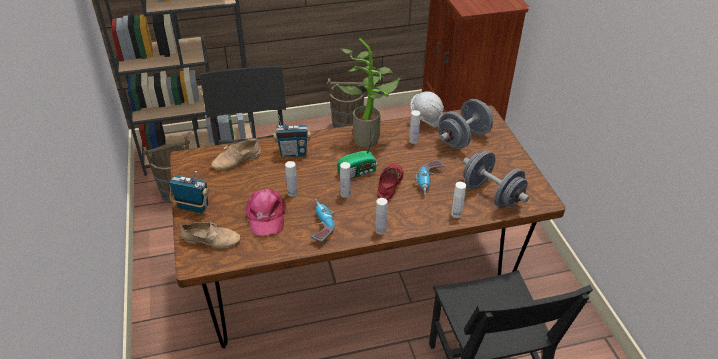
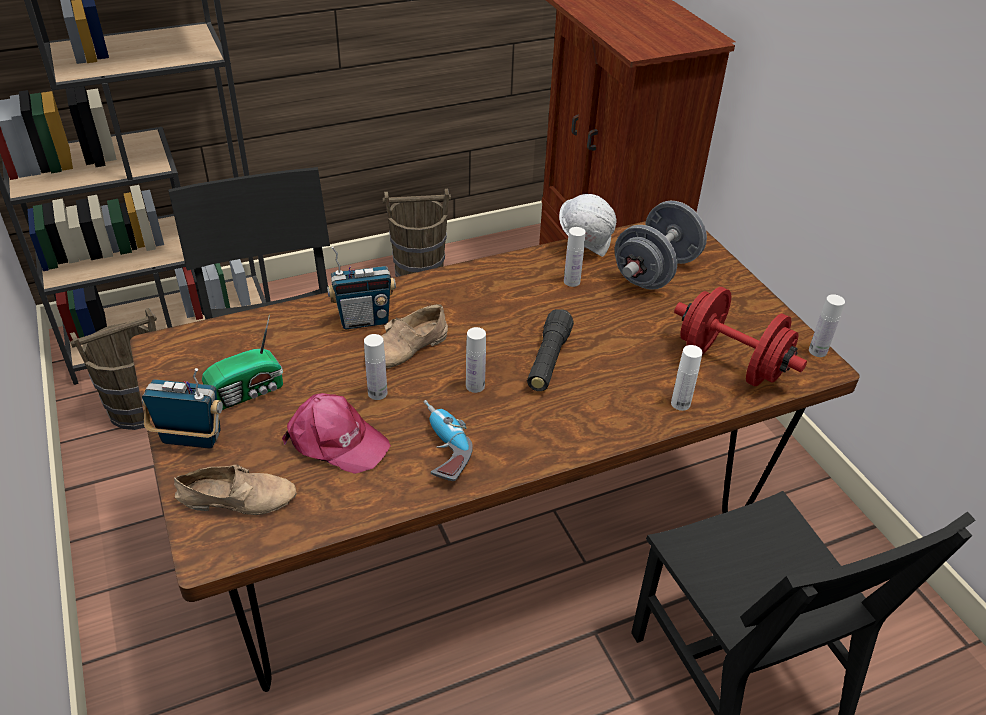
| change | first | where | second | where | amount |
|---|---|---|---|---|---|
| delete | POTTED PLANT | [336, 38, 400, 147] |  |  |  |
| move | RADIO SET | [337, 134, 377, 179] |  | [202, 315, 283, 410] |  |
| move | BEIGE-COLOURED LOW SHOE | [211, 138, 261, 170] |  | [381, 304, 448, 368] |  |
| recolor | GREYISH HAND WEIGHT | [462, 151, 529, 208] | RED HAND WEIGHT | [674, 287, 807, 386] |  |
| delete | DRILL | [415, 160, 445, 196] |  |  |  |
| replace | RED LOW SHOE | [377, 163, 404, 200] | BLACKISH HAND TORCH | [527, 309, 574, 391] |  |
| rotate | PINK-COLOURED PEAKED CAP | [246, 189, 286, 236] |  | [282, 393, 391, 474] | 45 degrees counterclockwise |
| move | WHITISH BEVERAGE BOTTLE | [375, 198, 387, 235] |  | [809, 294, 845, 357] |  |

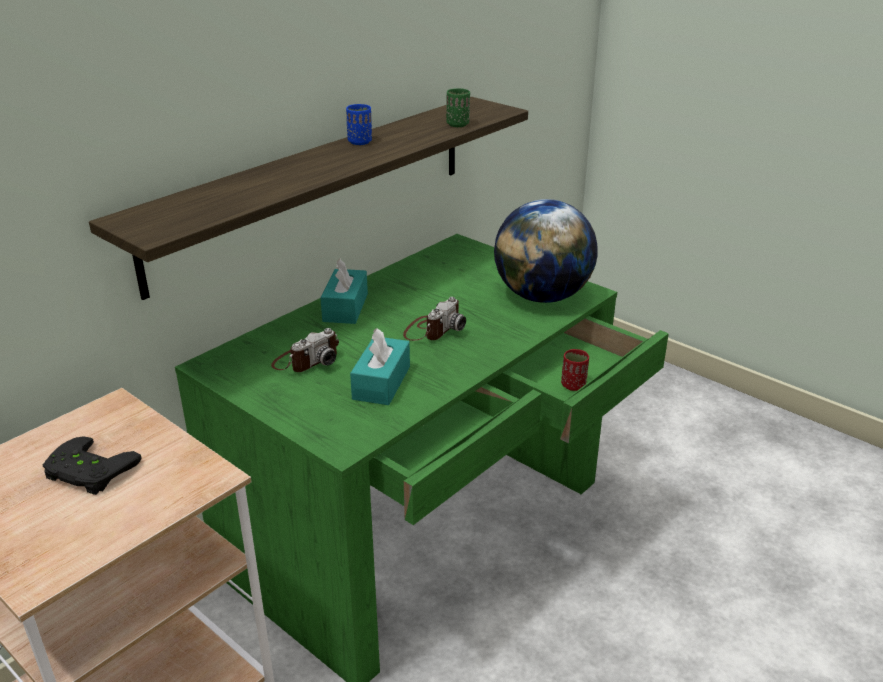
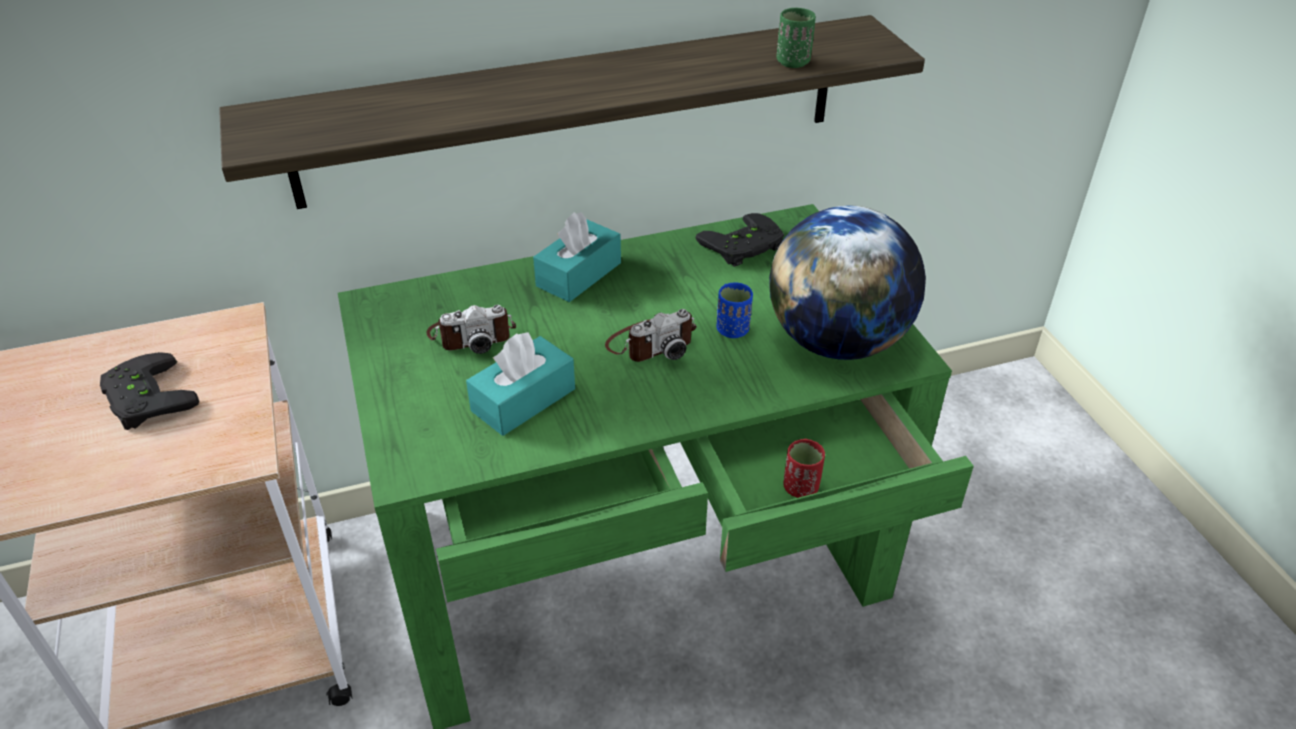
| change | first | where | second | where | amount |
|---|---|---|---|---|---|
| move | BLUE SMALL CUP | [346, 104, 372, 145] |  | [717, 282, 753, 338] |  |
| insert |  |  | BLACKISH GAMEPAD | [696, 213, 784, 267] |  |

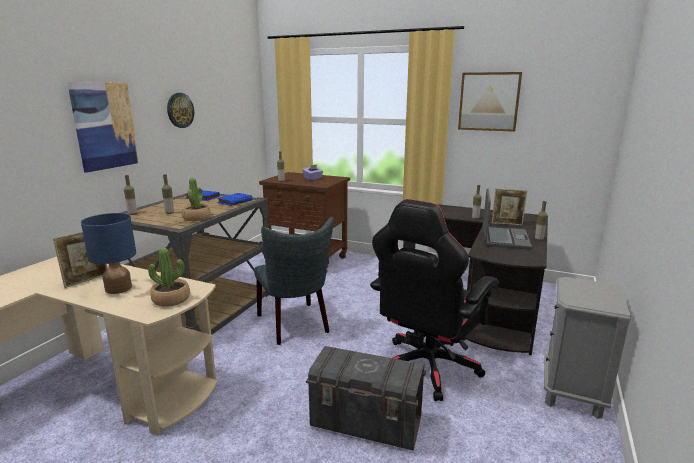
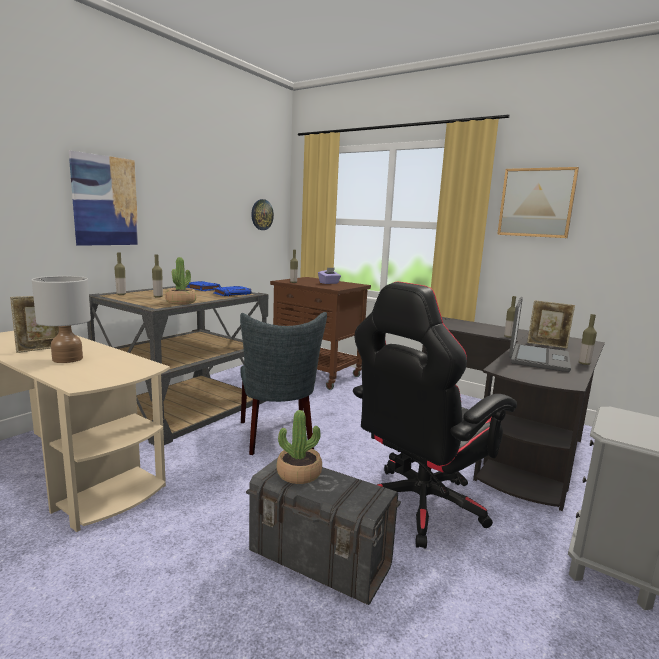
| change | first | where | second | where | amount |
|---|---|---|---|---|---|
| move | CLOCK ON THE WALL | [167, 93, 194, 128] |  | [251, 199, 274, 230] |  |
| recolor | BLUE TABLE LAMP | [81, 213, 136, 294] | GREYISH TABLE LAMP | [32, 276, 91, 363] |  |
| move | POTTED PLANT | [148, 248, 190, 307] |  | [276, 410, 322, 484] |  |

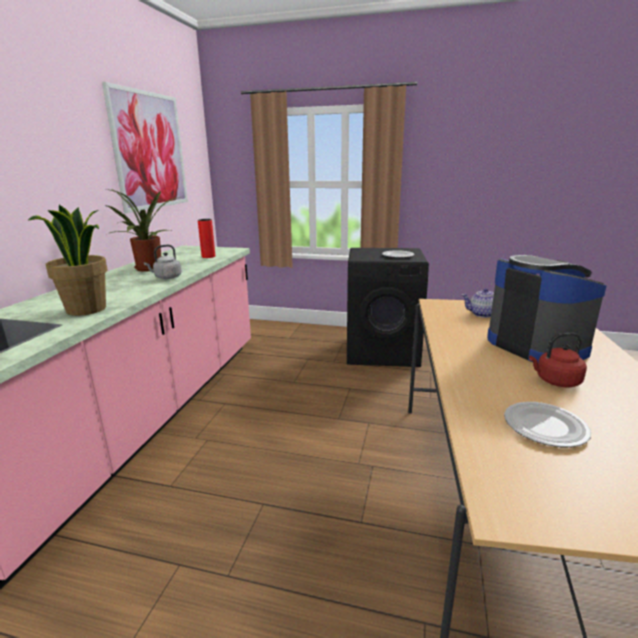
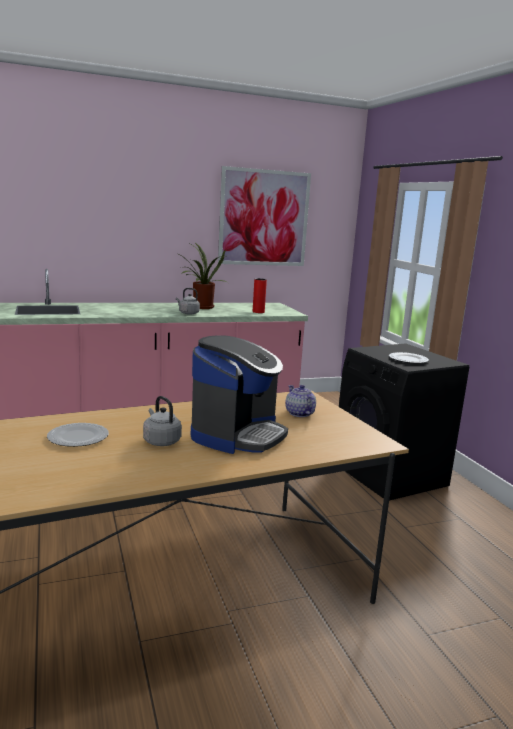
| change | first | where | second | where | amount |
|---|---|---|---|---|---|
| delete | POTTED PLANT | [28, 204, 107, 316] |  |  |  |
| recolor | RED TEA KETTLE | [529, 333, 587, 387] | GREYISH TEA KETTLE | [143, 396, 182, 446] |  |

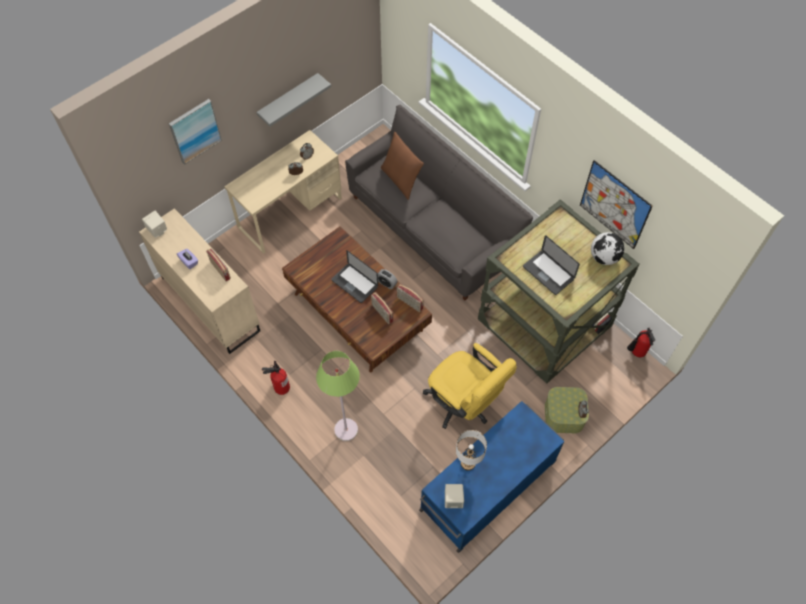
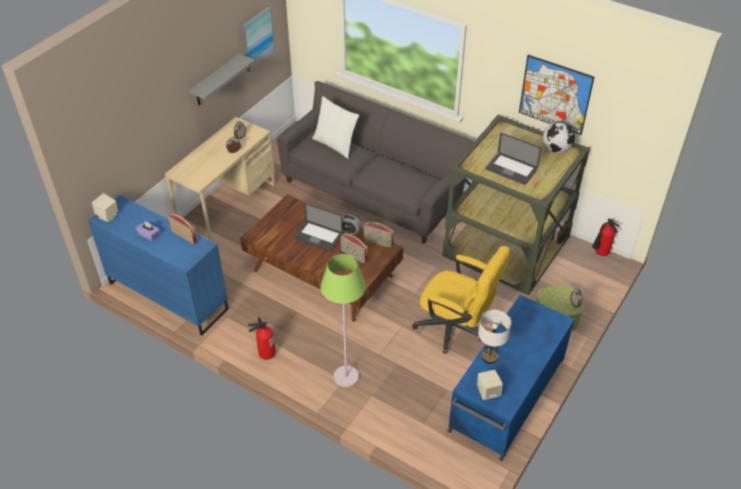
| change | first | where | second | where | amount |
|---|---|---|---|---|---|
| move | WALL ART | [169, 99, 222, 165] |  | [242, 7, 275, 72] |  |
| recolor | BROWN CUSHION | [381, 132, 424, 200] | WHITISH CUSHION | [312, 96, 359, 159] |  |
| recolor | BEIGE-COLOURED DRESSER | [139, 208, 260, 354] | BLUE DRESSER | [88, 195, 228, 336] |  |

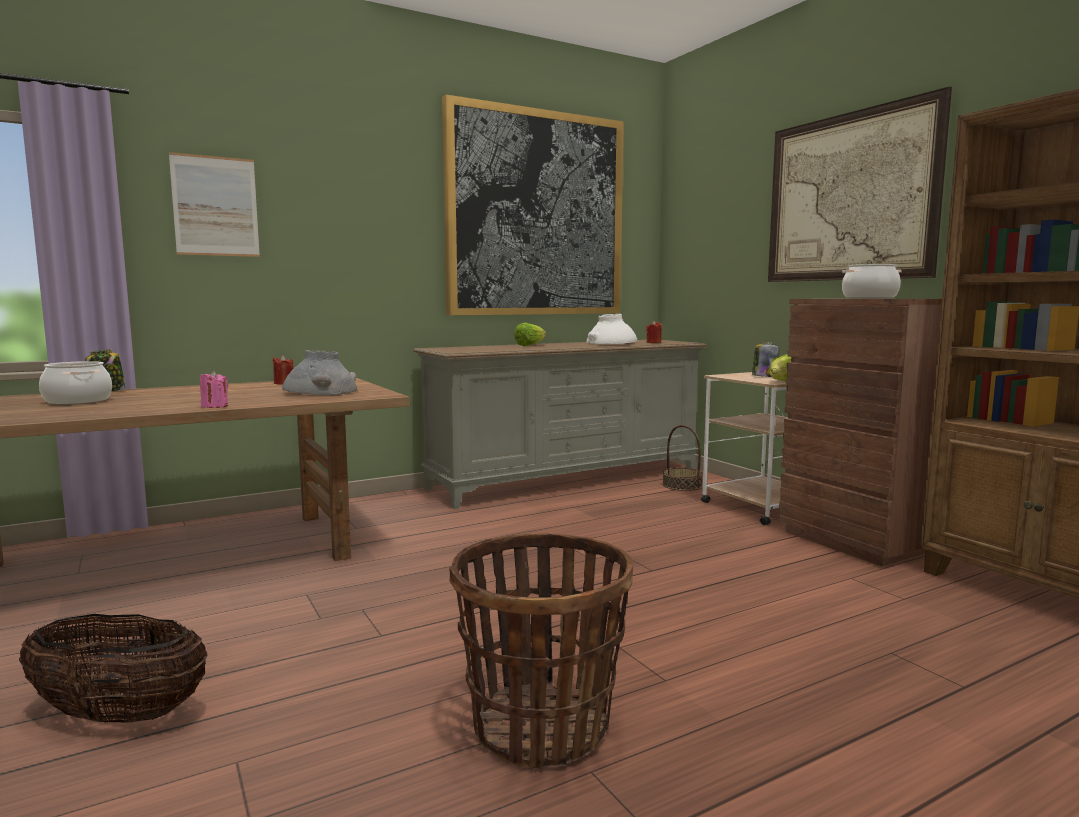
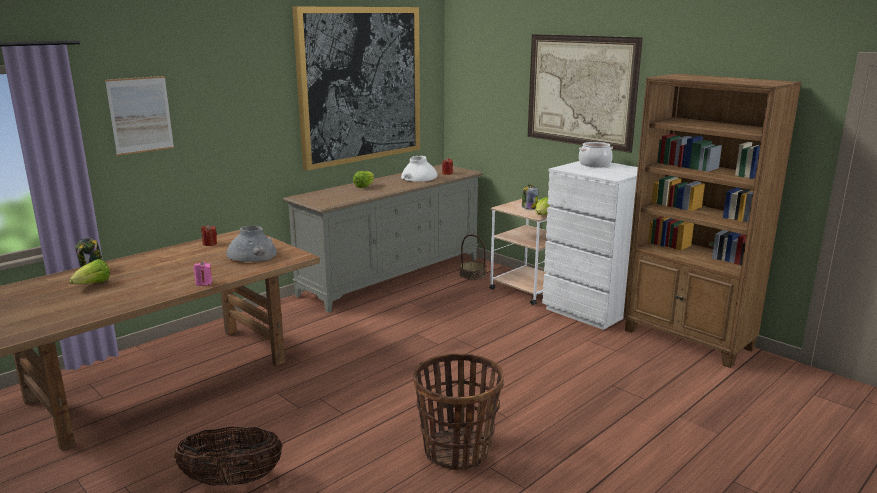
| change | first | where | second | where | amount |
|---|---|---|---|---|---|
| recolor | BROWN DRESSER | [778, 299, 942, 567] | WHITISH DRESSER | [542, 161, 638, 330] |  |
| replace | STOCKPOT | [39, 361, 112, 405] | HEAD OF LETTUCE | [69, 259, 110, 284] |  |

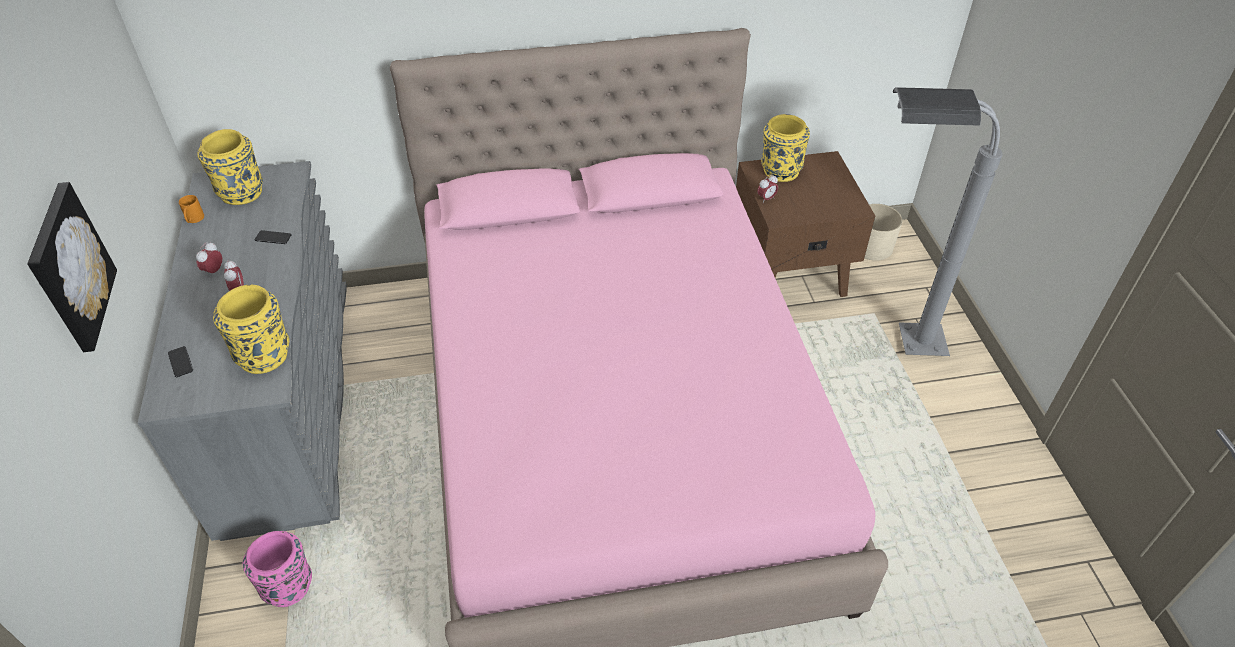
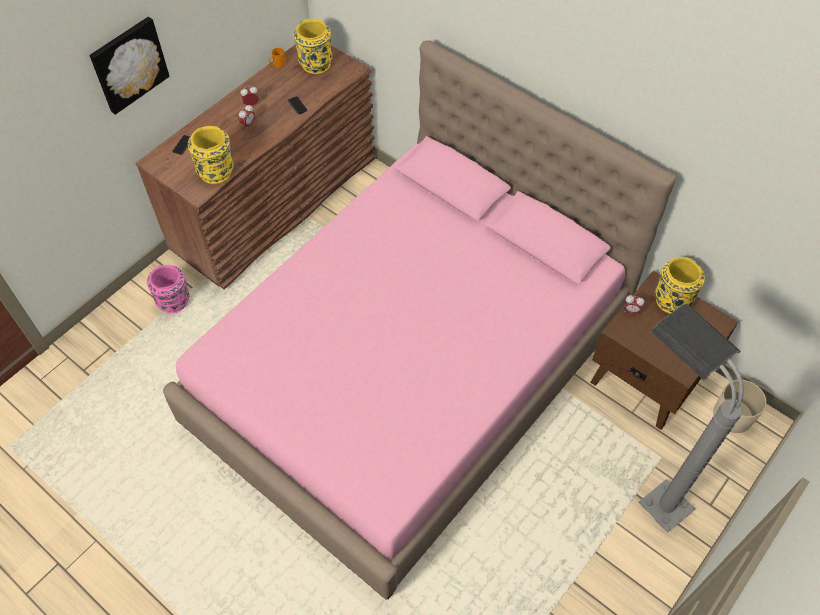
| change | first | where | second | where | amount |
|---|---|---|---|---|---|
| recolor | GREYISH DRESSER | [138, 161, 347, 541] | BROWN DRESSER | [135, 44, 375, 290] |  |

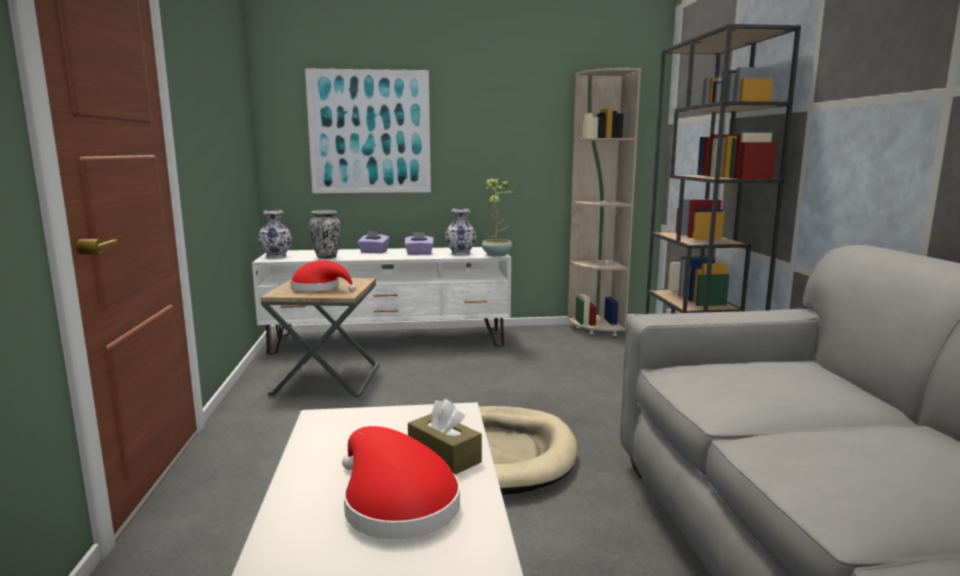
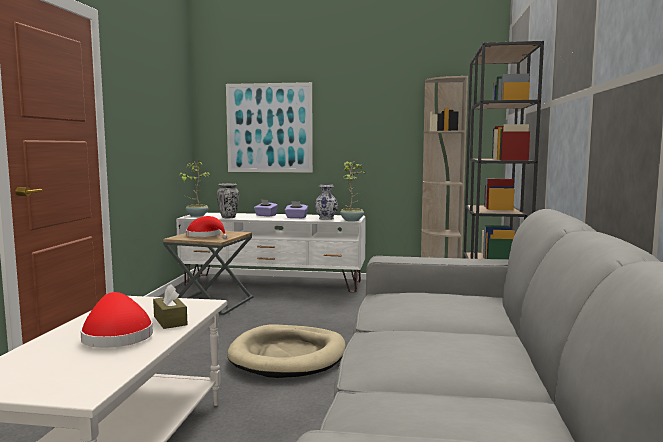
| change | first | where | second | where | amount |
|---|---|---|---|---|---|
| replace | FLOWER VASE | [258, 210, 292, 258] | POTTED PLANT | [179, 161, 210, 217] |  |

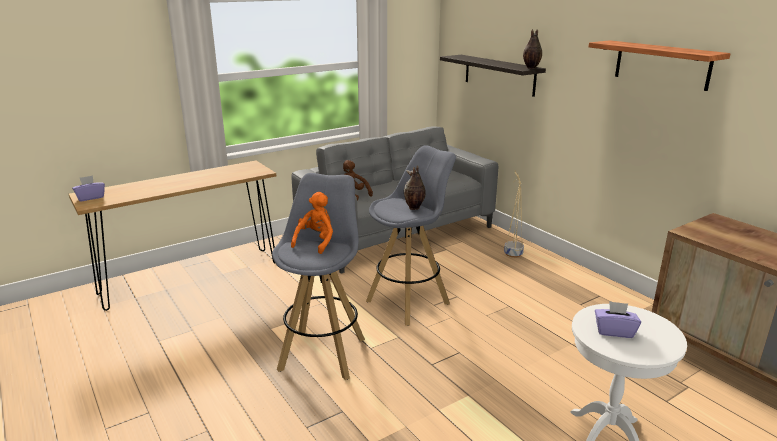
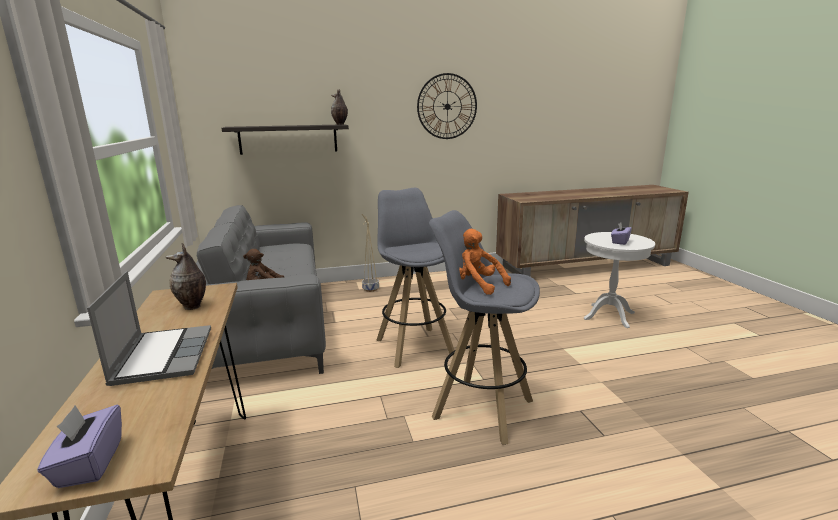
| change | first | where | second | where | amount |
|---|---|---|---|---|---|
| replace | SHELF | [589, 40, 731, 91] | CLOCK ON THE WALL | [417, 73, 477, 139] |  |
| move | FLOWER VASE | [404, 165, 426, 210] |  | [166, 243, 206, 310] |  |
| insert |  |  | LAPTOP | [87, 271, 211, 386] |  |

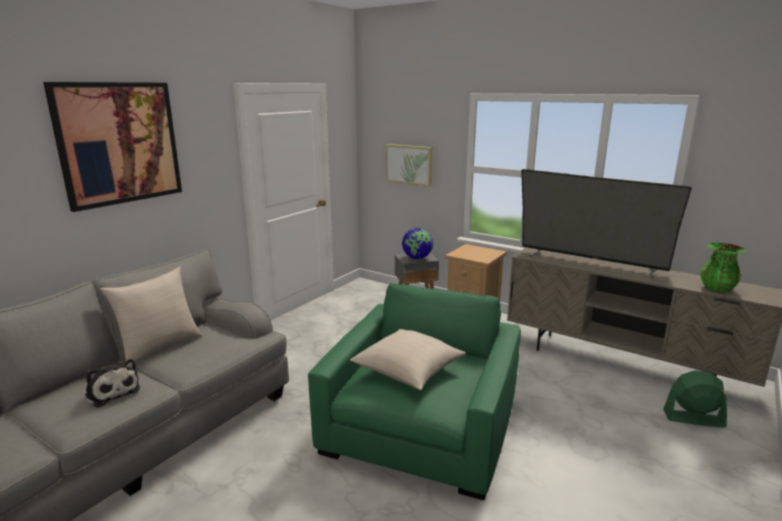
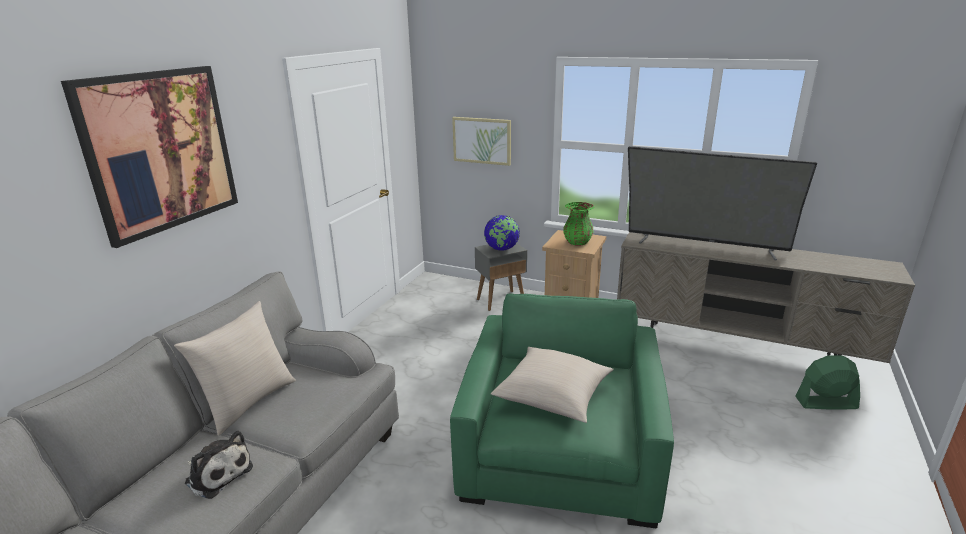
| change | first | where | second | where | amount |
|---|---|---|---|---|---|
| move | GREENISH FLOWER VASE | [700, 243, 746, 293] |  | [563, 202, 594, 246] |  |

